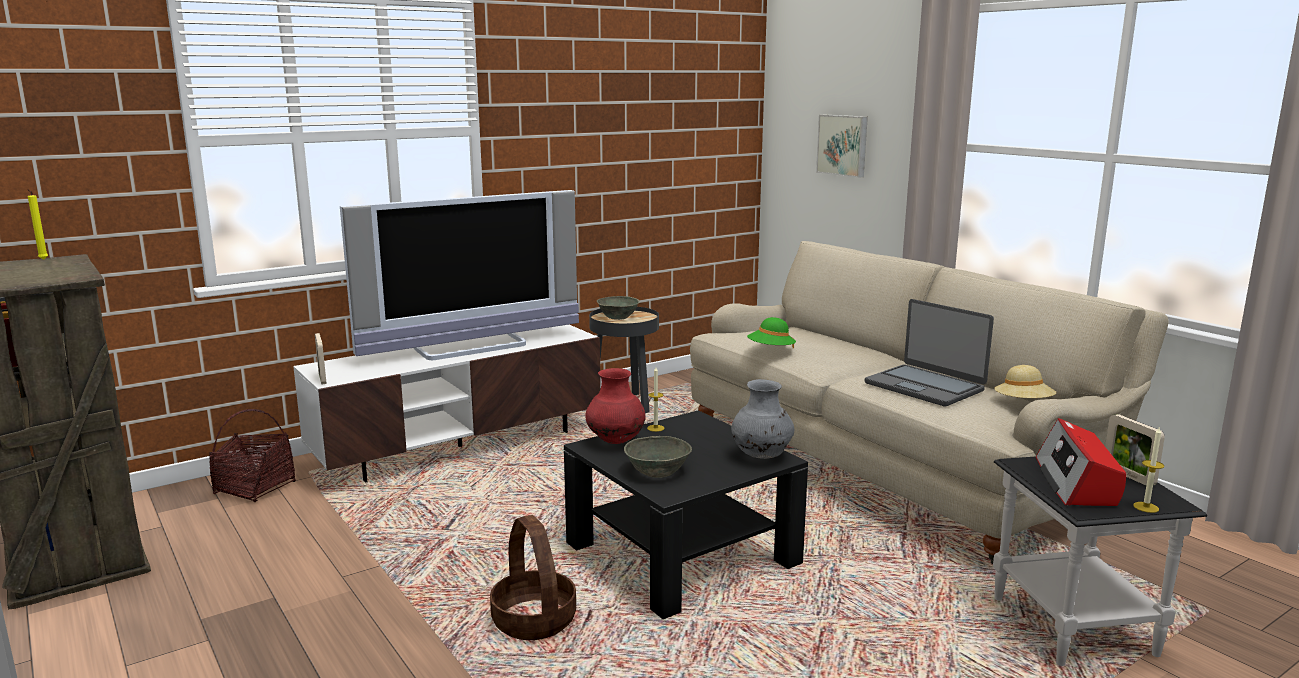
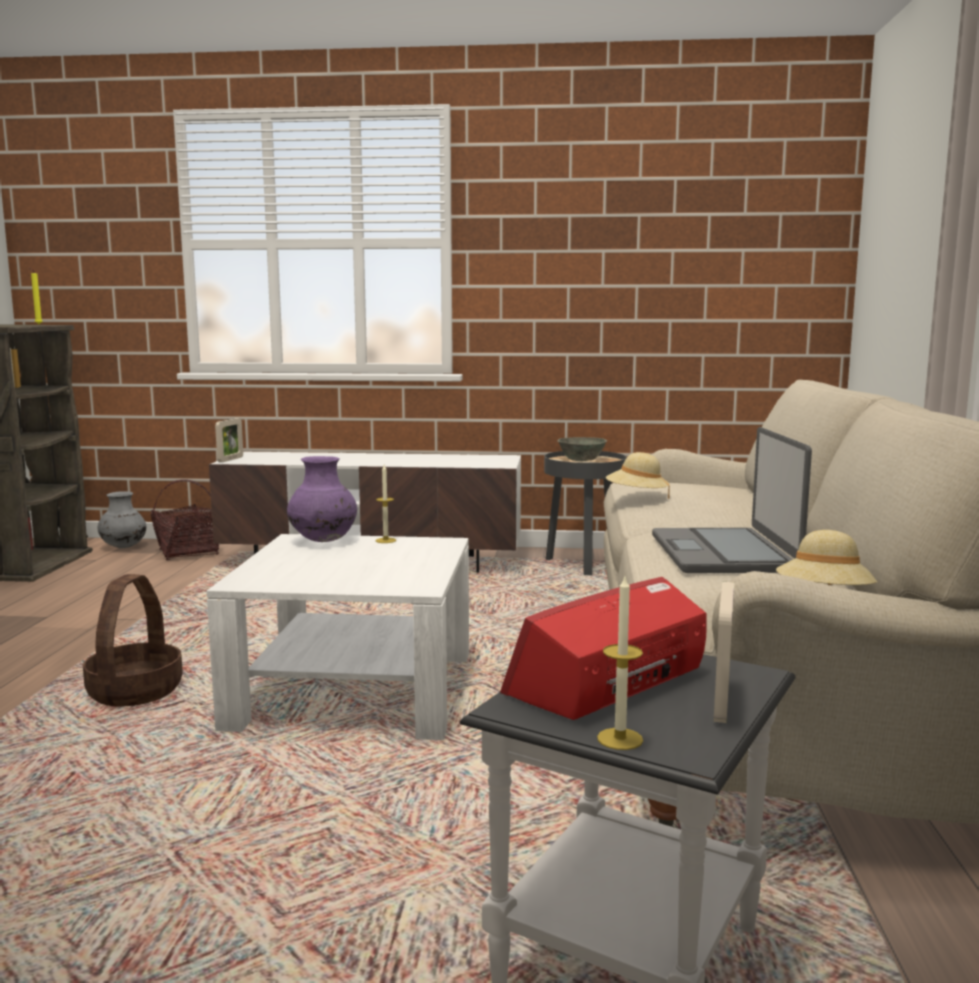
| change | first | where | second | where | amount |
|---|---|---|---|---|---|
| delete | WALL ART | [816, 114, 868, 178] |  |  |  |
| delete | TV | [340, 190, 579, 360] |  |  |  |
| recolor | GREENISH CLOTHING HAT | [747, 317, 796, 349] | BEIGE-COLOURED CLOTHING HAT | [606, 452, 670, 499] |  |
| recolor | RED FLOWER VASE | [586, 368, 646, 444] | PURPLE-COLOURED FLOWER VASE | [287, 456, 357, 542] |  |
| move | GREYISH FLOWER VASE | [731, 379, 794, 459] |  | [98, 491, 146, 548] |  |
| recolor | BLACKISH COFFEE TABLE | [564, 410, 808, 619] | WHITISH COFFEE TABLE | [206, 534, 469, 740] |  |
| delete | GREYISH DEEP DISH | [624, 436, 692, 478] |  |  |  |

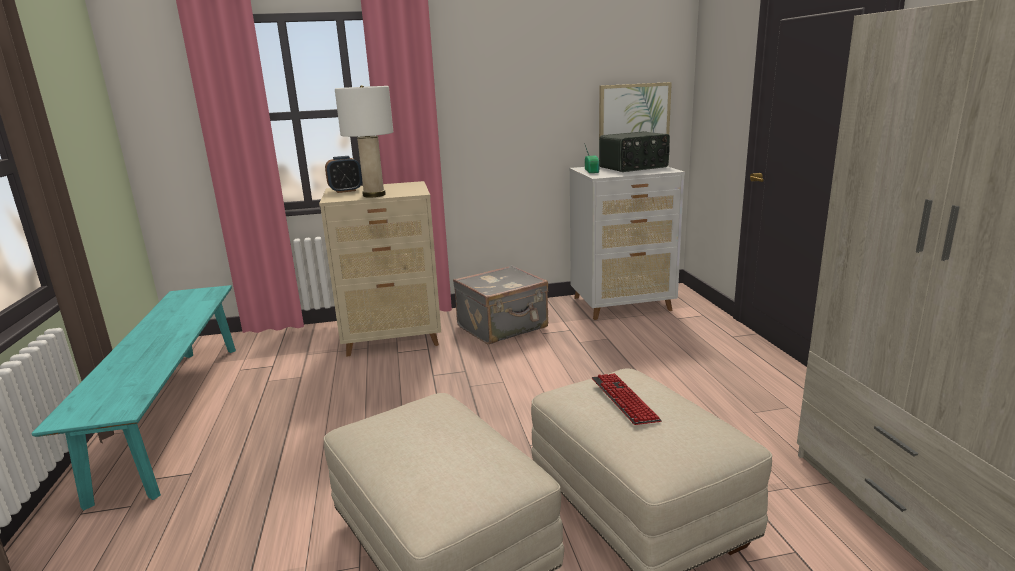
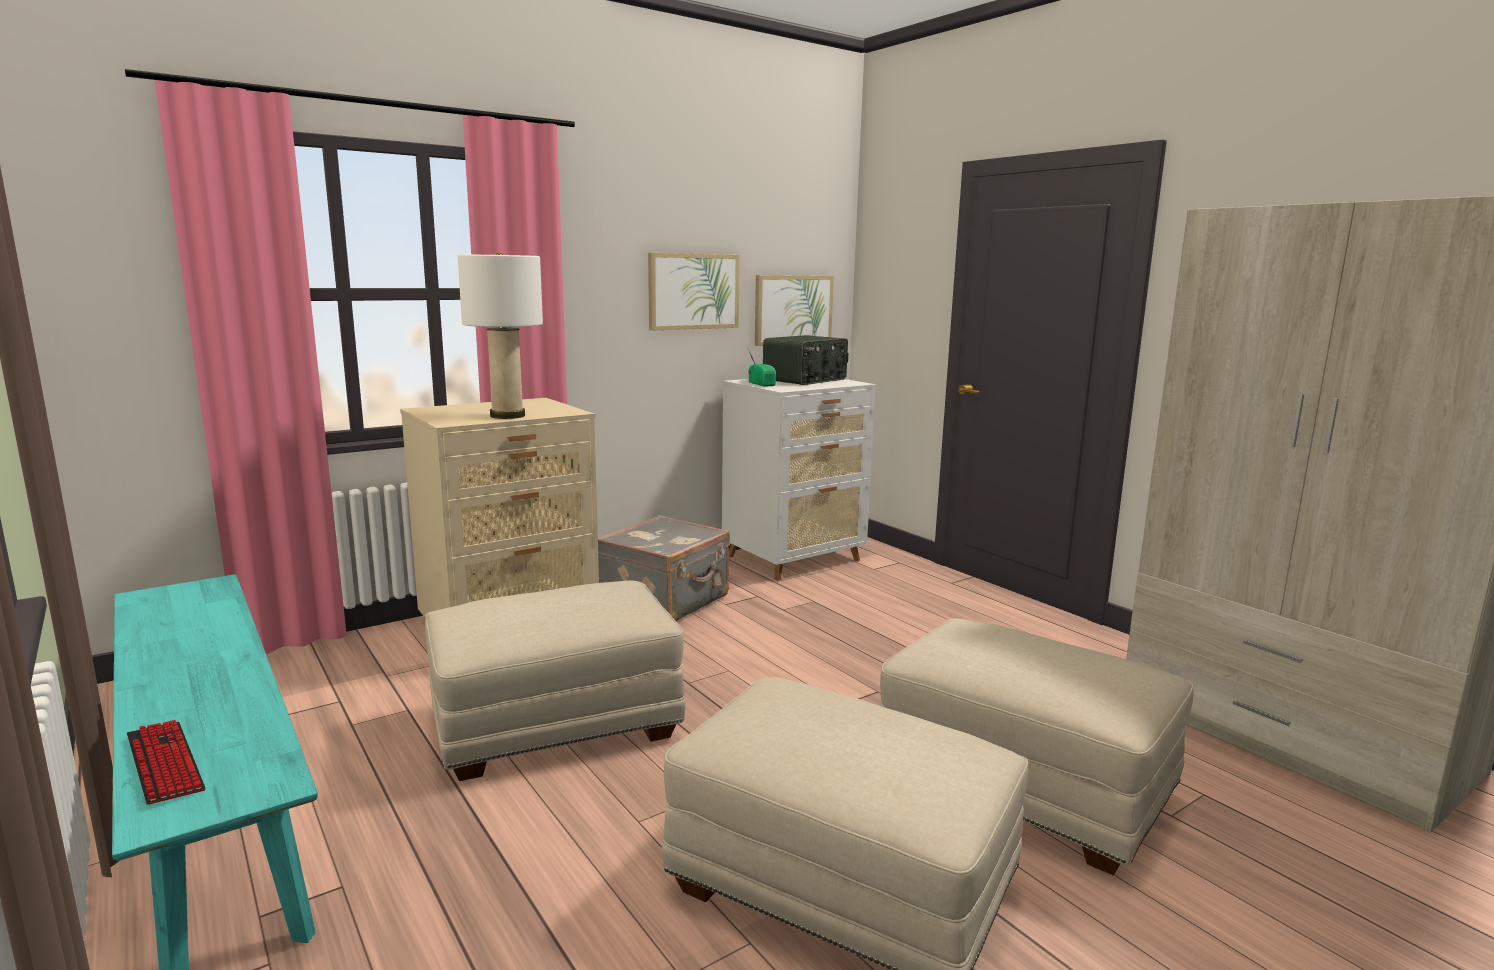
| change | first | where | second | where | amount |
|---|---|---|---|---|---|
| delete | ALARM CLOCK | [325, 156, 362, 193] |  |  |  |
| move | COMPUTER KEYBOARD | [592, 373, 662, 425] |  | [127, 720, 206, 805] |  |
| insert |  |  | WALL ART | [648, 253, 739, 330] |  |
| insert |  |  | BEIGE-COLOURED FOOTREST | [425, 580, 686, 781] |  |

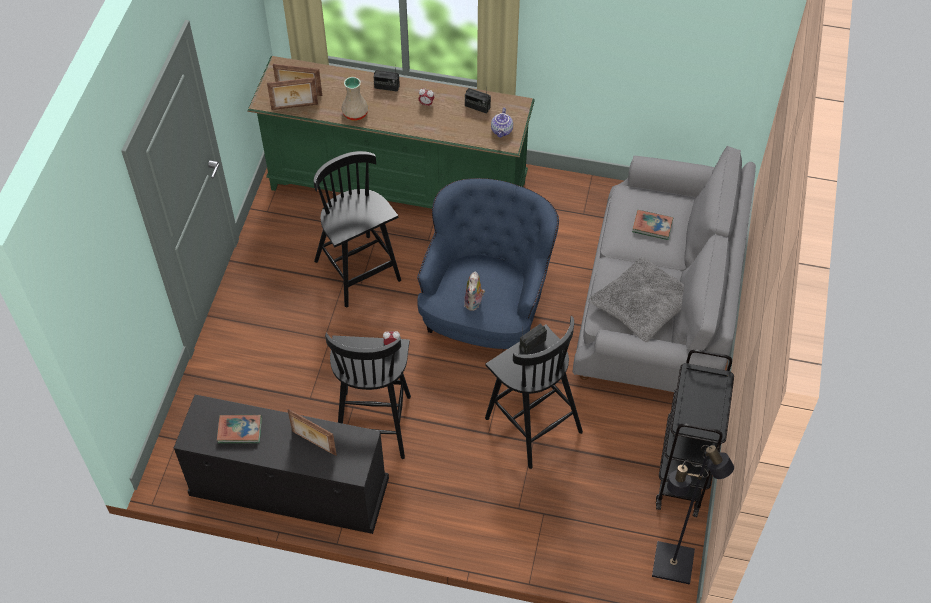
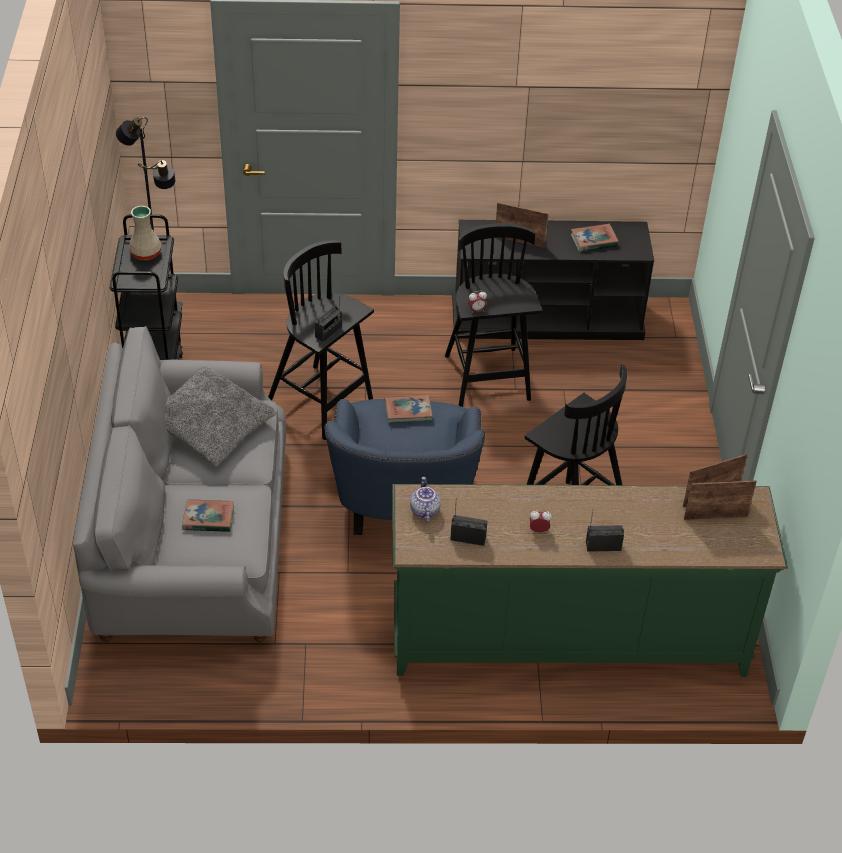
| change | first | where | second | where | amount |
|---|---|---|---|---|---|
| move | BEIGE-COLOURED FLOWER VASE | [341, 77, 369, 121] |  | [129, 206, 161, 260] |  |
| replace | PLUSH TOY | [464, 272, 485, 311] | BOOK | [385, 395, 433, 424] |  |

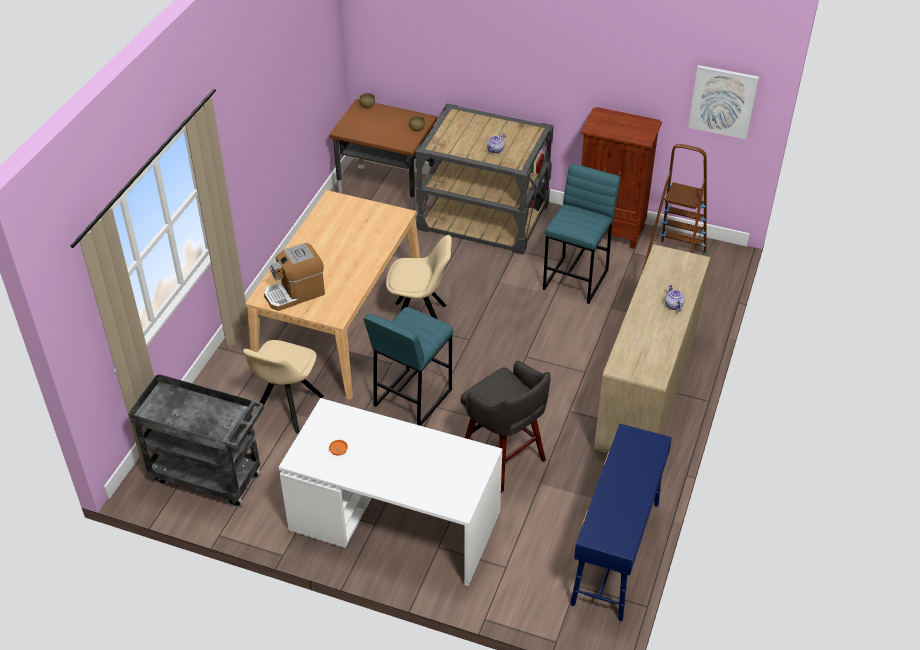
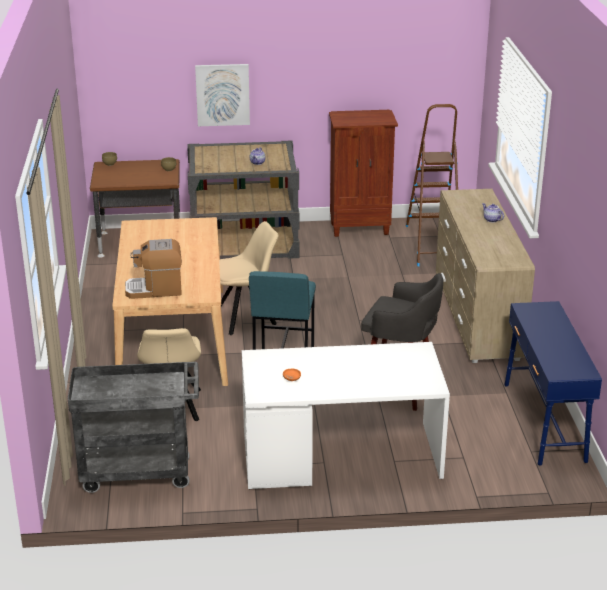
| change | first | where | second | where | amount |
|---|---|---|---|---|---|
| move | WALL ART | [688, 65, 759, 139] |  | [195, 64, 250, 126] |  |
| delete | TURQUOISE-COLOURED SITTING STOOL | [543, 164, 621, 304] |  |  |  |
| rotate | COFFEE MACHINE | [264, 243, 325, 311] |  | [125, 239, 182, 299] | 45 degrees clockwise |

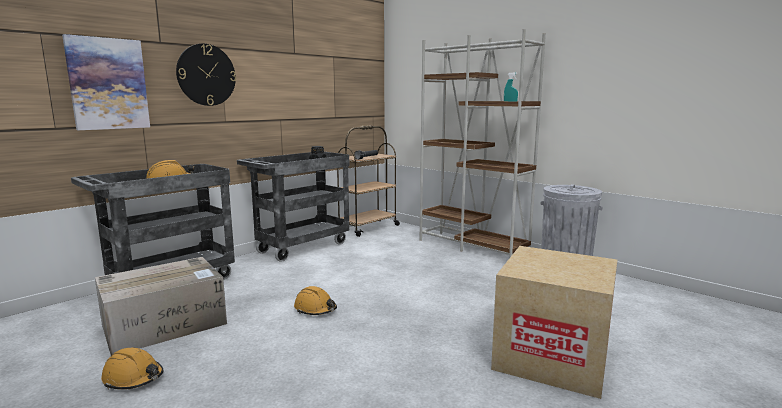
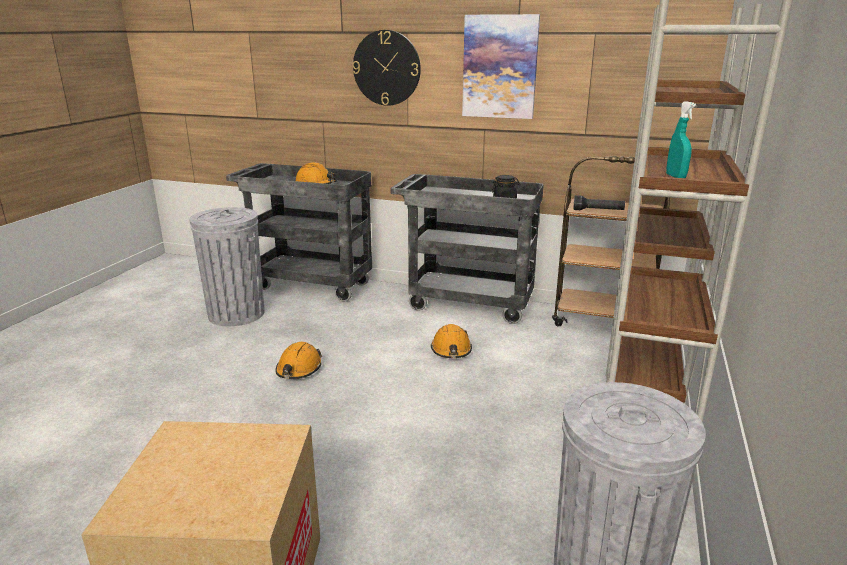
| change | first | where | second | where | amount |
|---|---|---|---|---|---|
| move | WALL ART | [62, 34, 150, 130] |  | [462, 14, 540, 119] |  |
| replace | CARTON | [95, 257, 227, 355] | GREYISH RUBBISH BIN | [189, 207, 265, 326] |  |
| move | ORANGE-COLOURED SAFETY HELMET | [101, 348, 164, 390] |  | [431, 324, 472, 358] |  |

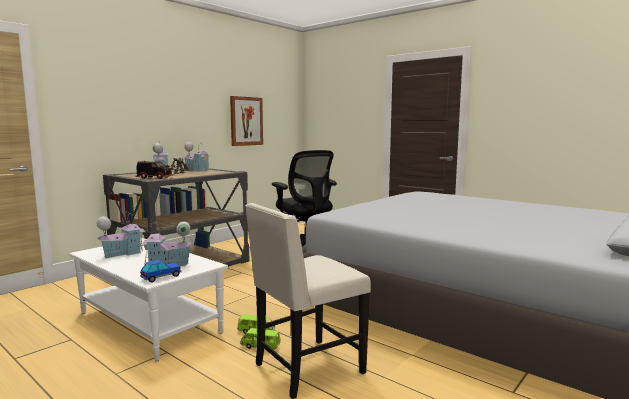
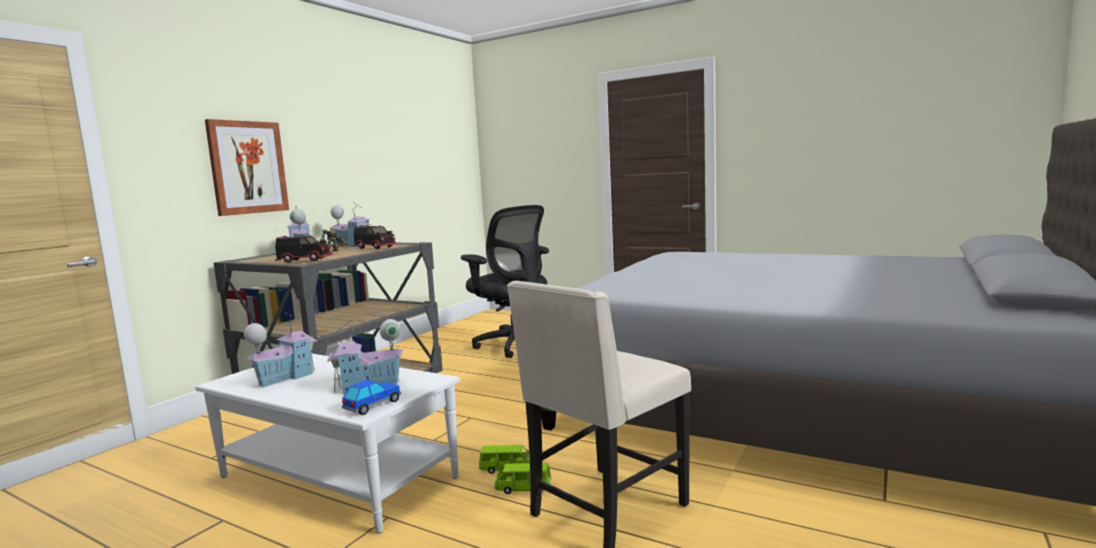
| change | first | where | second | where | amount |
|---|---|---|---|---|---|
| move | WALL ART | [230, 96, 263, 146] |  | [205, 119, 289, 216] |  |
| insert |  |  | TOY TRUCK | [353, 225, 398, 249] |  |

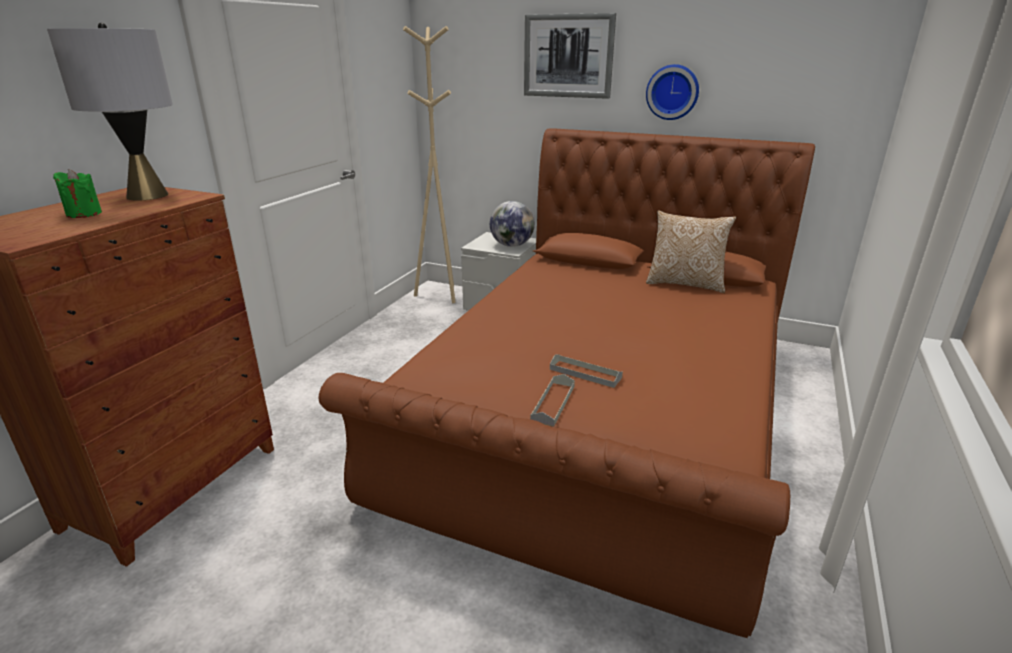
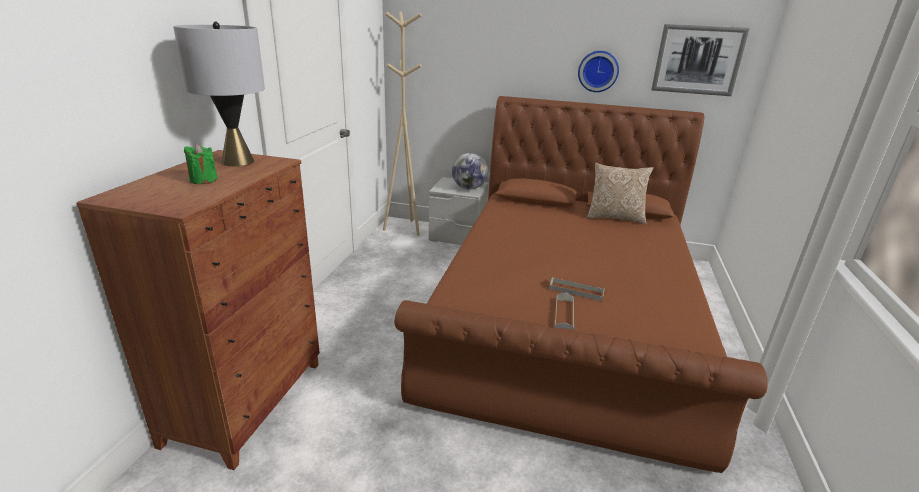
| change | first | where | second | where | amount |
|---|---|---|---|---|---|
| move | WALL ART | [524, 13, 616, 99] |  | [651, 24, 750, 96] |  |

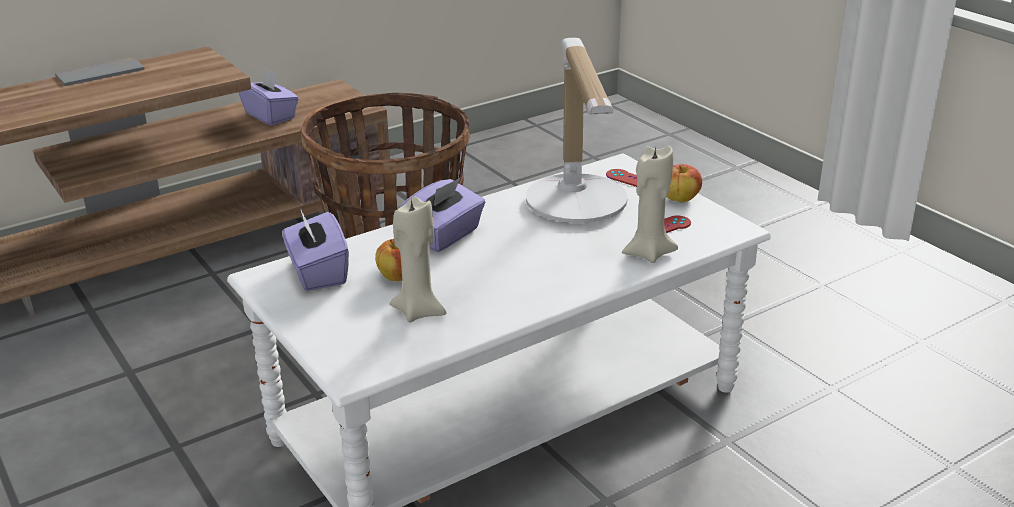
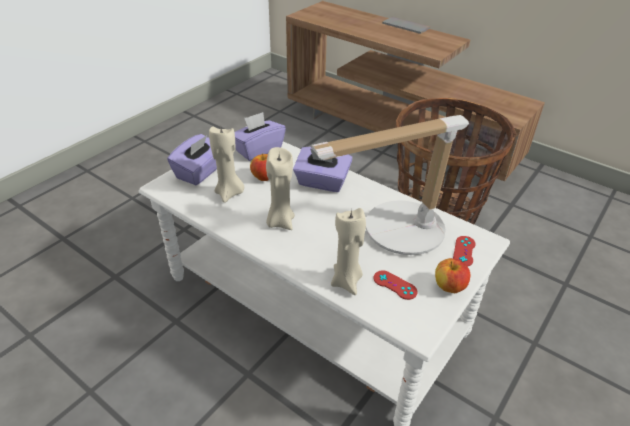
| change | first | where | second | where | amount |
|---|---|---|---|---|---|
| move | PURPLE-COLOURED BOX OF TISSUES | [239, 69, 299, 125] |  | [167, 134, 217, 185] |  |
| insert |  |  | BEIGE-COLOURED WAX LIGHT | [266, 147, 295, 230] |  |

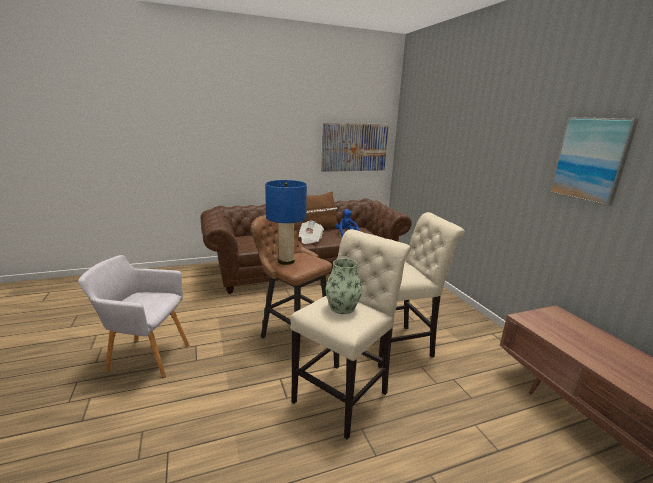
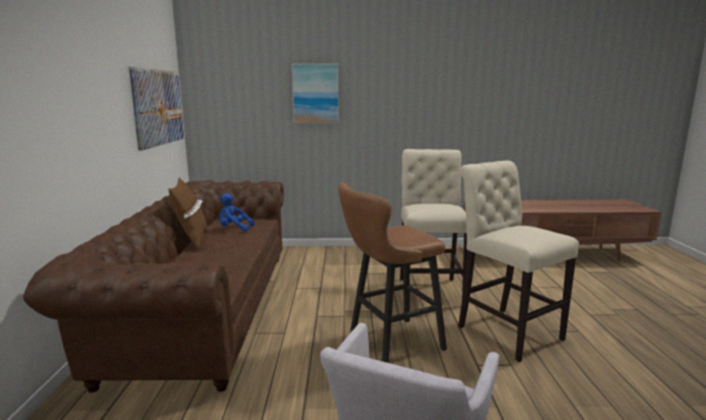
| change | first | where | second | where | amount |
|---|---|---|---|---|---|
| move | WALL ART | [550, 117, 639, 206] |  | [291, 64, 339, 123] |  |
| delete | BLUE TABLE LAMP | [265, 180, 307, 265] |  |  |  |
| delete | NEWSPAPER | [299, 221, 324, 244] |  |  |  |
| delete | FLOWER VASE | [326, 258, 362, 314] |  |  |  |

